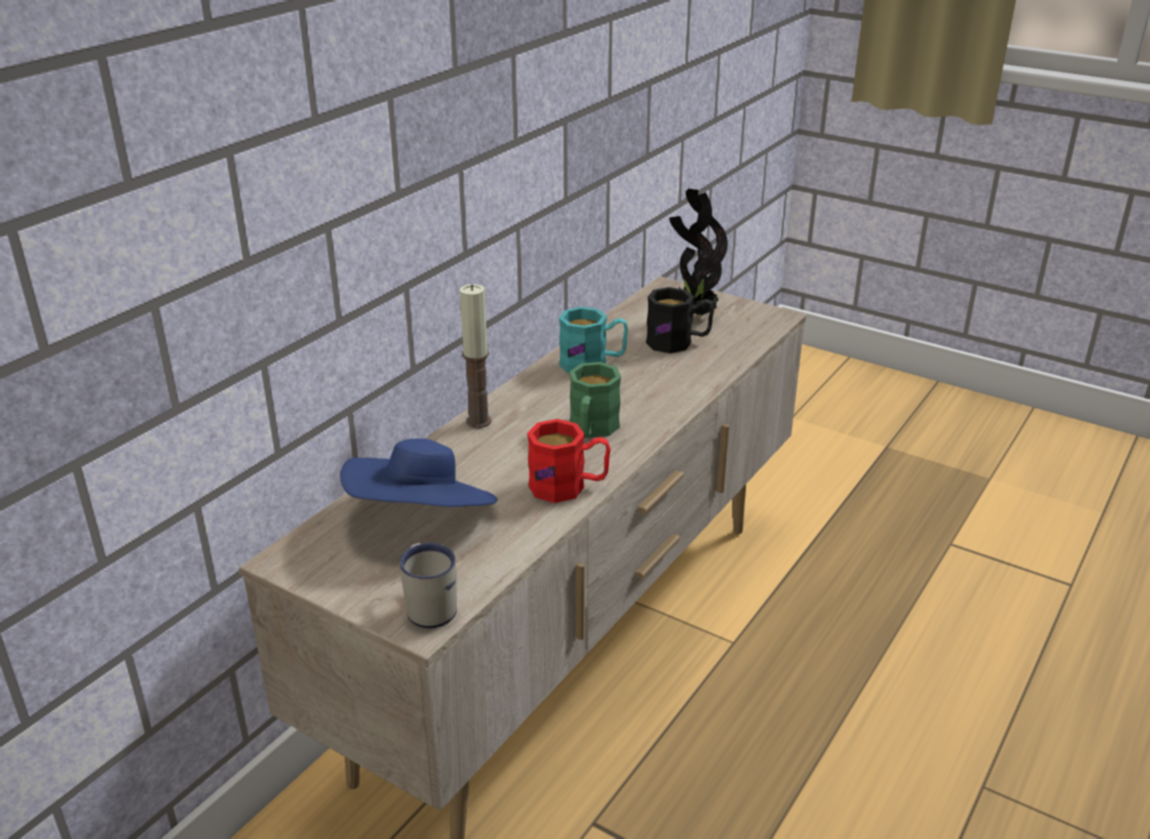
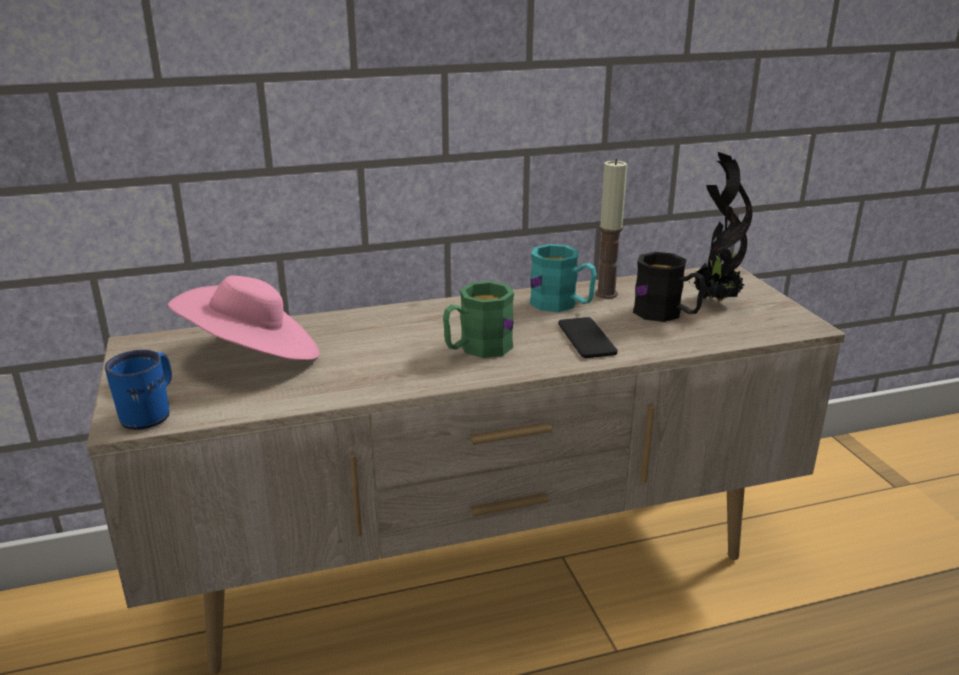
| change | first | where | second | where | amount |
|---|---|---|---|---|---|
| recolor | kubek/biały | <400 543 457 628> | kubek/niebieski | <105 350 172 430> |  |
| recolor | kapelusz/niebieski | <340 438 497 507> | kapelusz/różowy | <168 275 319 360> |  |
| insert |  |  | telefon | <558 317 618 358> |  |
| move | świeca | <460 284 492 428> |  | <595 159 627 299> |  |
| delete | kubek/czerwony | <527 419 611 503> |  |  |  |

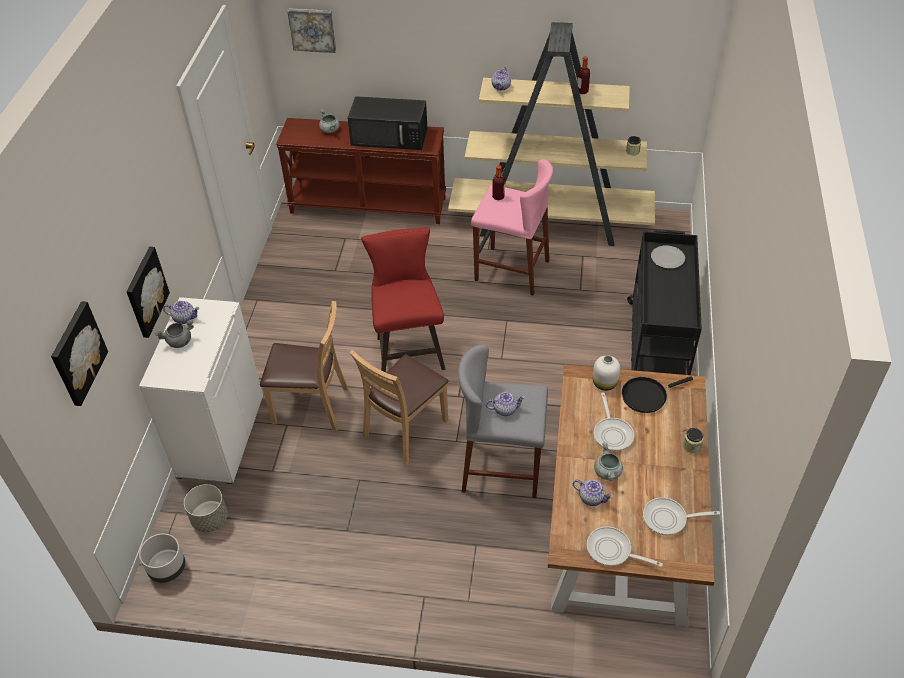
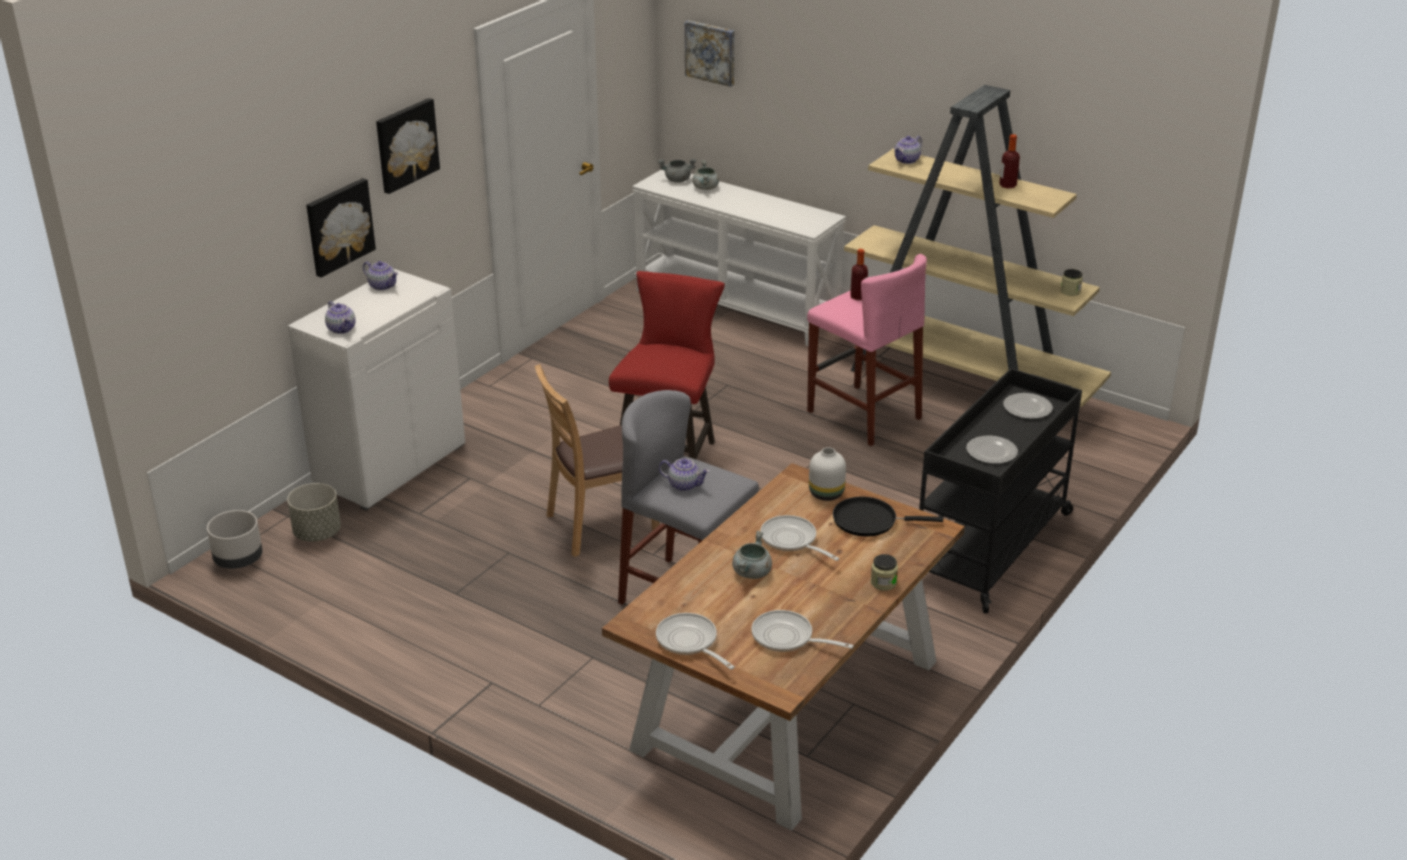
| change | first | where | second | where | amount |
|---|---|---|---|---|---|
| move | imbryk | <573 479 613 506> |  | <325 301 355 334> |  |
| move | obraz | <51 301 108 406> |  | <376 98 440 194> |  |
| recolor | stolik konsolowy/brązowy | <276 118 446 224> | stolik konsolowy/biały | <632 169 846 346> |  |
| move | garnek/szary | <155 319 194 348> |  | <658 159 696 183> |  |
| rotate | patelnia | <594 392 634 451> |  | <760 515 839 561> | 120 degrees clockwise |
| insert |  |  | talerz | <966 435 1018 464> |  |
| delete | krzesło/brązowy | <260 301 348 431> |  |  |  |
| delete | mikrofalówka/czarny | <348 96 427 150> |  |  |  |

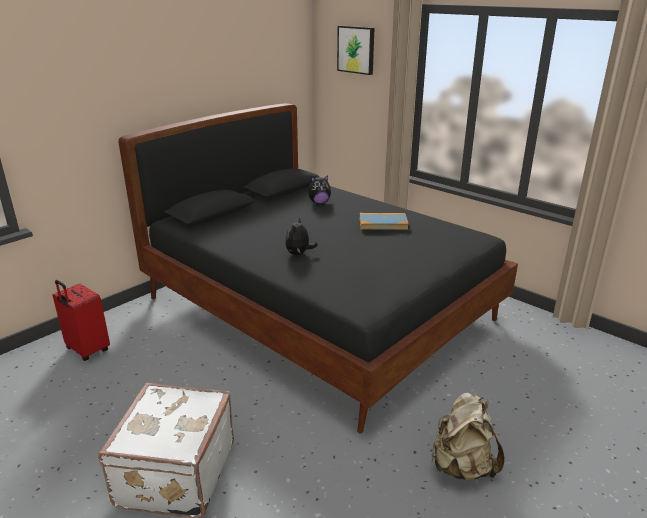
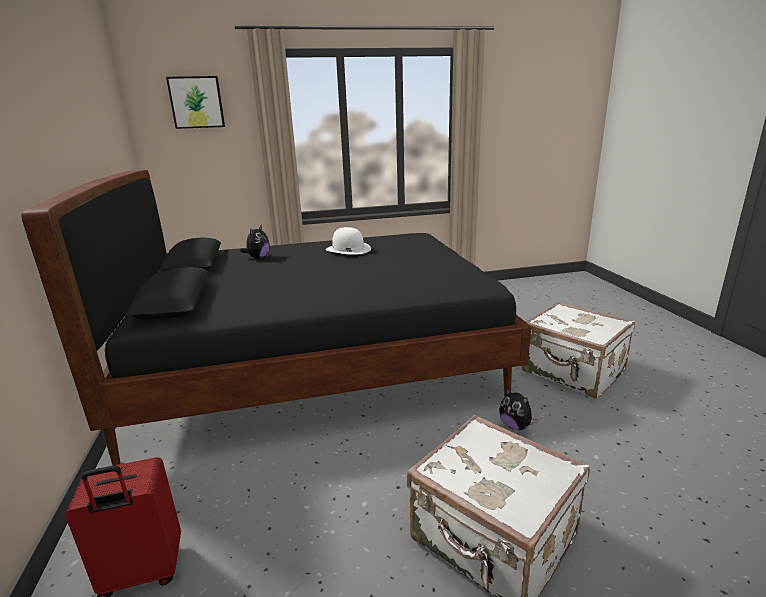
| change | first | where | second | where | amount |
|---|---|---|---|---|---|
| replace | książka | <360 213 409 230> | kapelusz/biały | <326 227 371 255> |  |
| move | pluszak | <285 218 317 255> |  | <499 387 538 430> |  |
| replace | plecak/beżowy | <431 392 505 481> | walizka/biały | <522 302 635 399> |  |

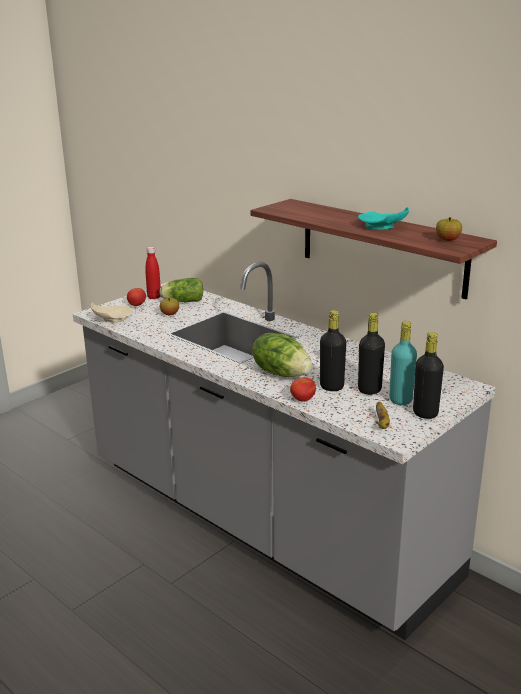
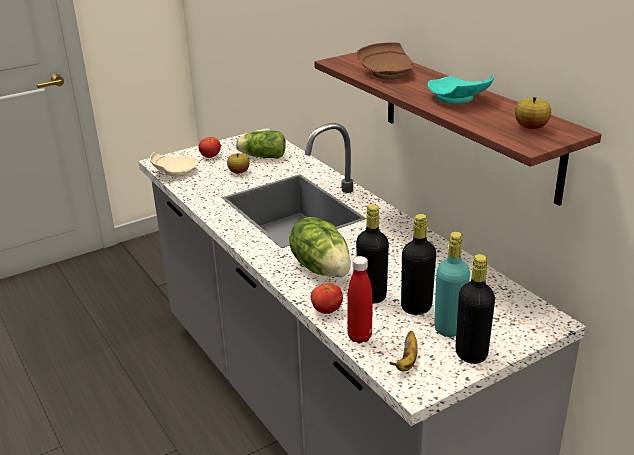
| change | first | where | second | where | amount |
|---|---|---|---|---|---|
| move | butelka/czerwony | <145 247 161 299> |  | <347 256 372 343> |  |
| insert |  |  | talerz/brązowy | <357 42 413 80> |  |

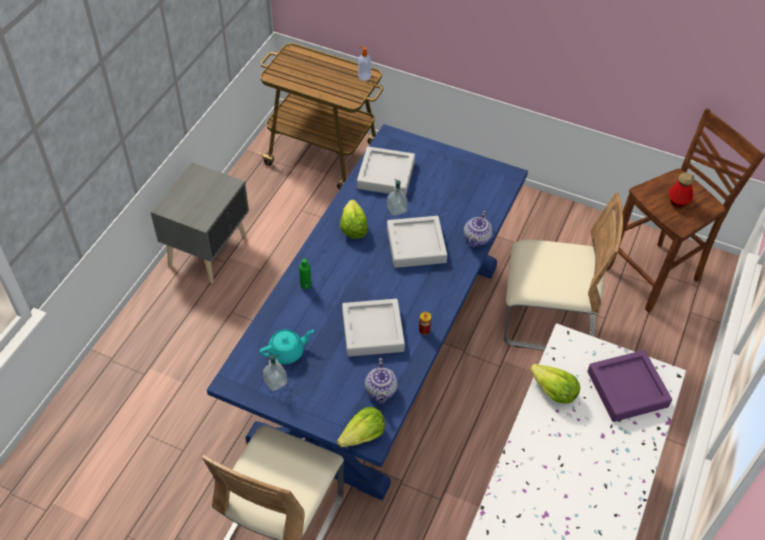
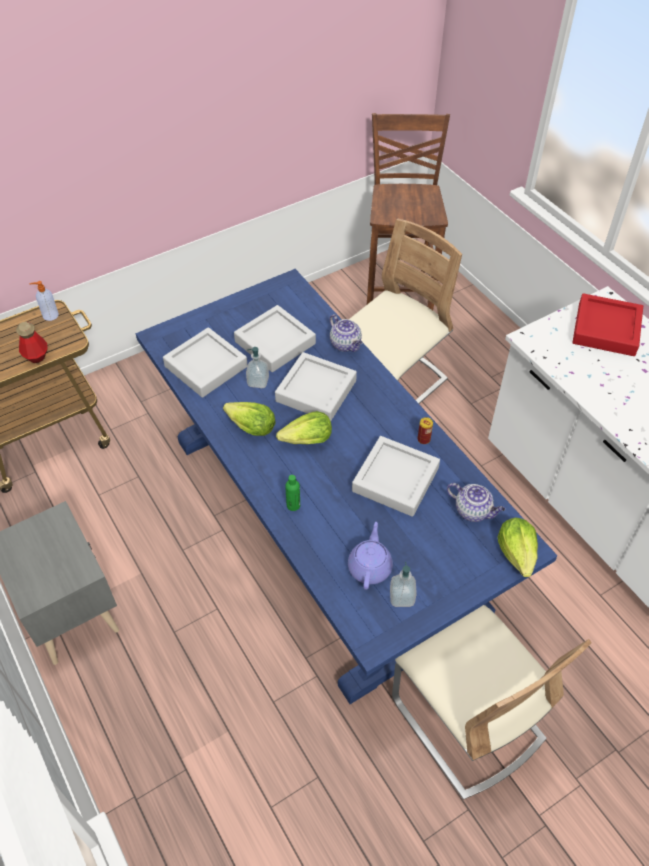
| change | first | where | second | where | amount |
|---|---|---|---|---|---|
| move | butelka | <669 172 694 208> |  | <16 322 47 363> |  |
| insert |  |  | taca/szary | <234 305 316 372> |  |
| move | sałata | <530 364 580 404> |  | <276 411 332 444> |  |
| recolor | imbryk/turkusowy | <259 329 314 364> | imbryk/fioletowy | <348 522 393 590> |  |
| recolor | taca/fioletowy | <587 350 672 422> | taca/czerwony | <572 293 643 356> |  |

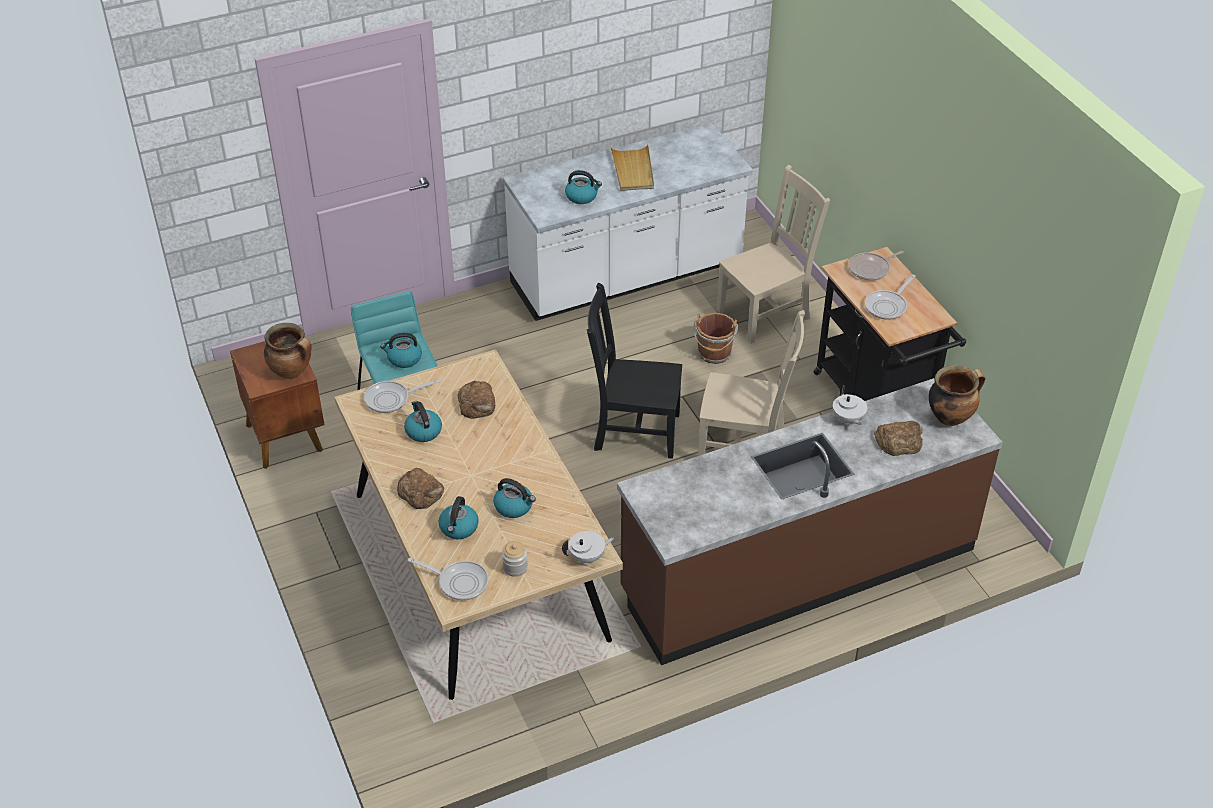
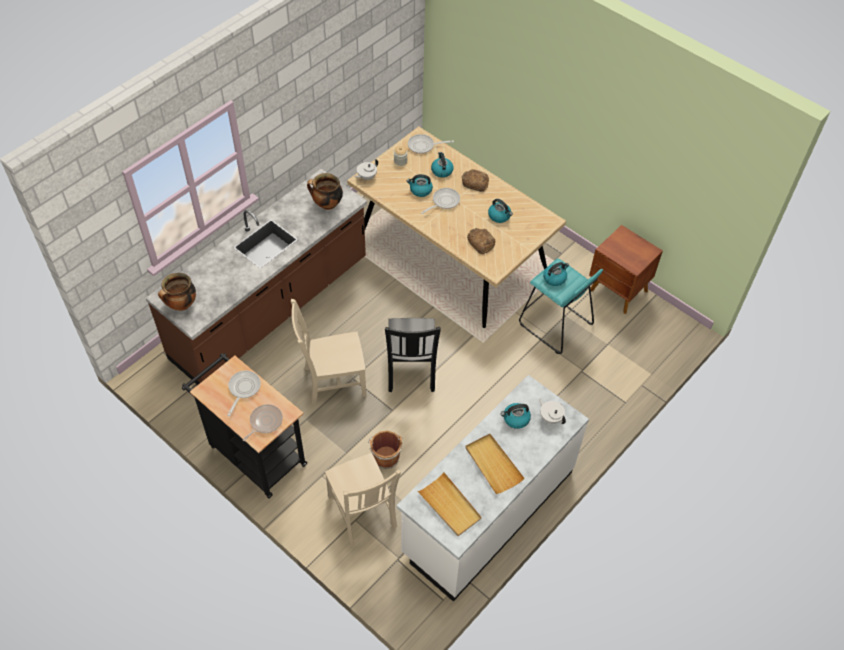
| change | first | where | second | where | amount |
|---|---|---|---|---|---|
| move | garnek | <264 323 312 379> |  | <307 173 343 210> |  |
| rotate | krzesło/beżowy | <716 165 830 344> |  | <325 453 401 546> | 60 degrees counterclockwise |
| rotate | krzesło/czarny | <587 283 682 459> |  | <385 318 441 392> | 105 degrees clockwise |
| insert |  |  | taca/beżowy | <417 472 482 536> |  |
| move | patelnia | <364 380 439 413> |  | <421 188 460 214> |  |
| move | imbryk/biały | <833 385 867 426> |  | <539 399 566 424> |  |
| delete | chleb | <874 421 923 456> |  |  |  |

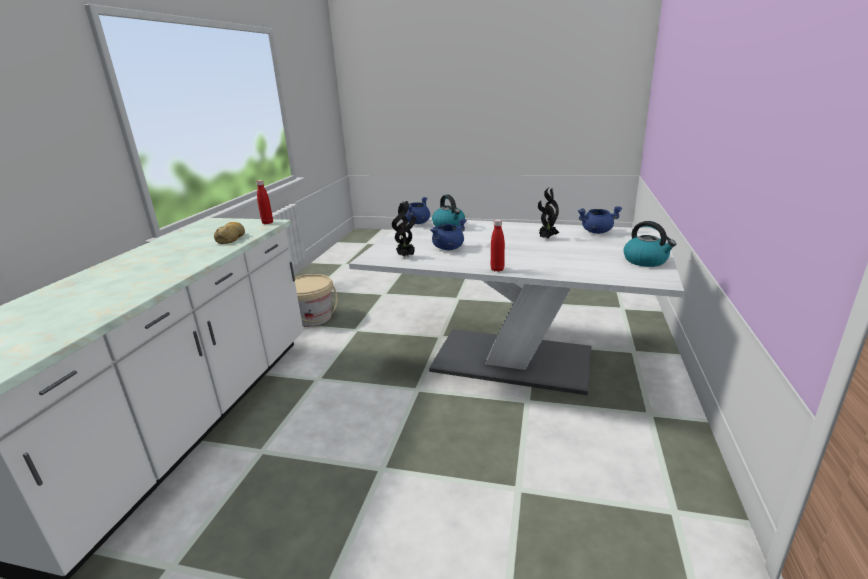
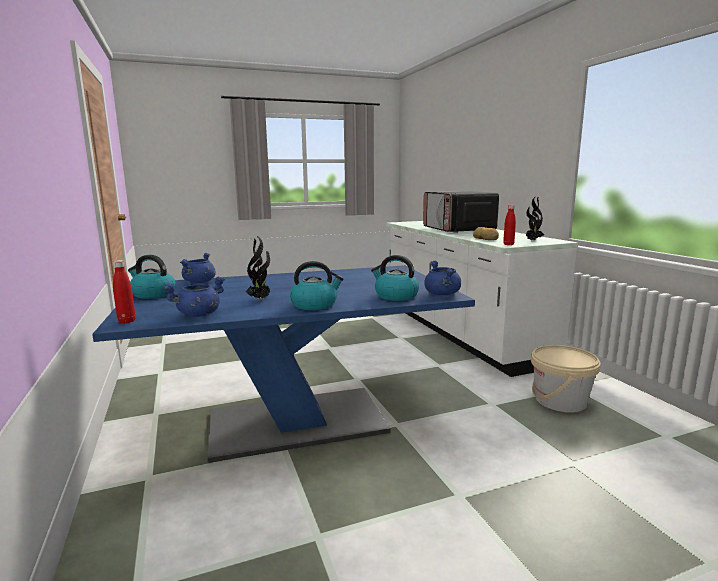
| change | first | where | second | where | amount |
|---|---|---|---|---|---|
| recolor | stół jadalny/biały | <349 218 684 395> | stół jadalny/niebieski | <92 265 475 463> |  |
| move | butelka/czerwony | <491 219 505 272> |  | <113 260 136 324> |  |
| move | garnek/niebieski | <430 219 467 250> |  | <180 253 216 283> |  |
| insert |  |  | czajnik | <290 261 344 310> |  |
| insert |  |  | mikrofalówka | <423 191 499 233> |  |
| move | roślina doniczkowa | <392 201 416 257> |  | <526 196 544 241> |  |

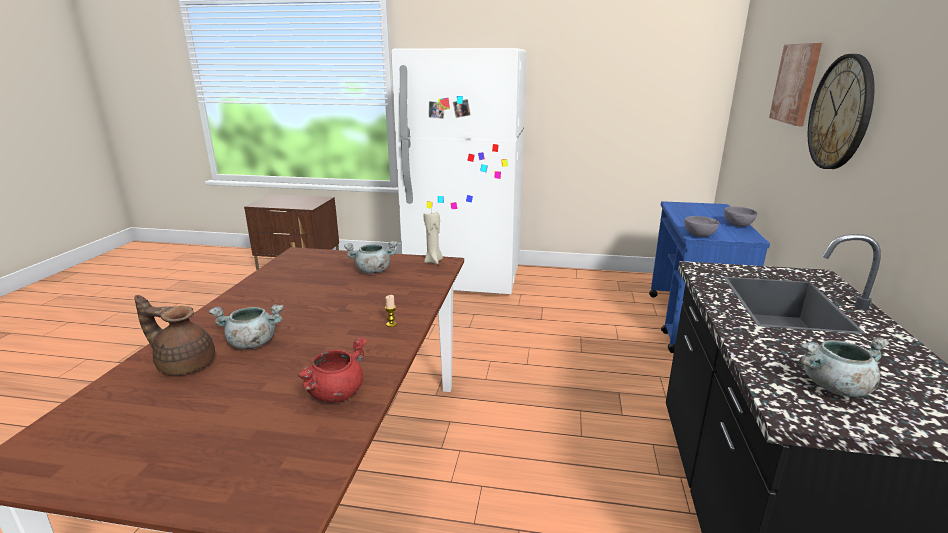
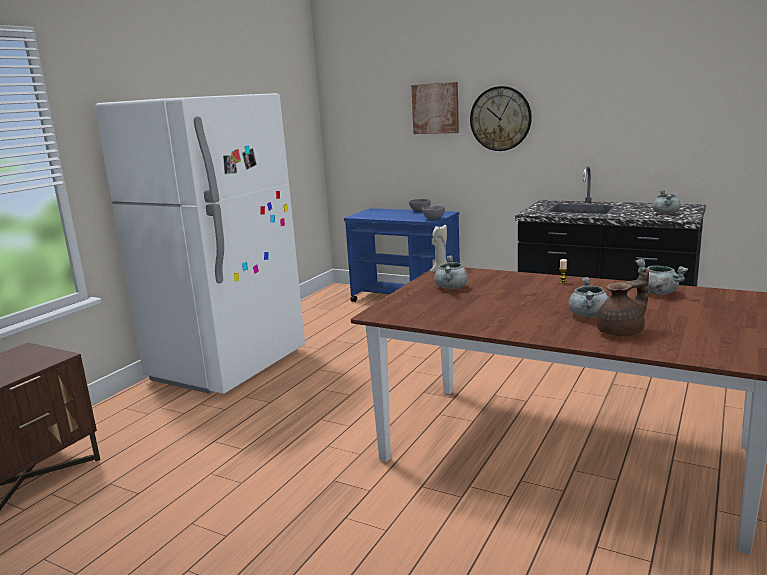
| change | first | where | second | where | amount |
|---|---|---|---|---|---|
| rotate | imbryk/brązowy | <134 295 215 375> |  | <597 268 649 336> | 150 degrees counterclockwise |
| recolor | garnek/czerwony | <298 337 367 402> | garnek/szary | <635 259 689 295> |  |

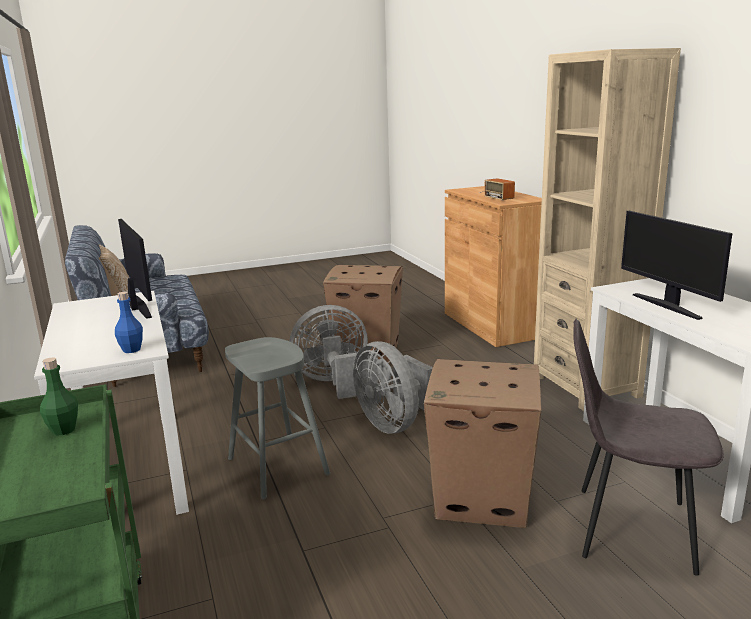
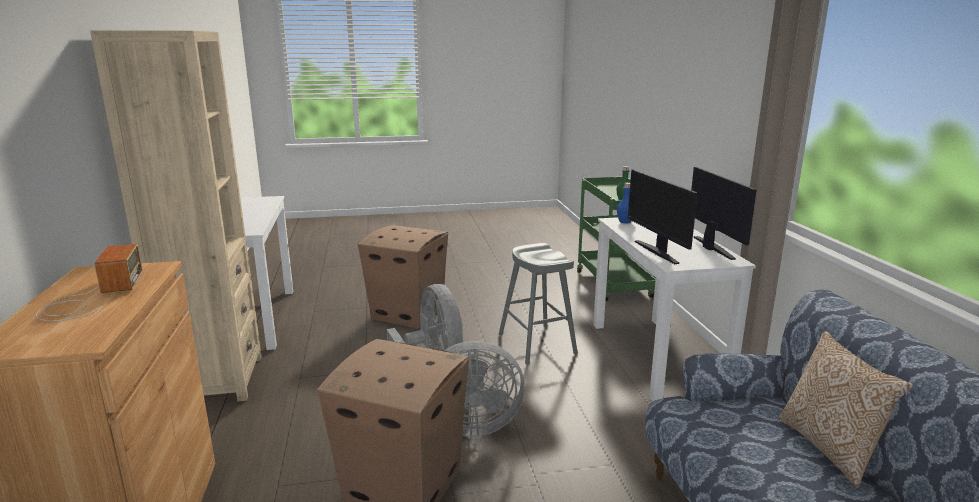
| change | first | where | second | where | amount |
|---|---|---|---|---|---|
| move | monitor | <621 211 732 320> |  | <691 167 757 260> |  |
| delete | krzesło/szary | <573 318 724 576> |  |  |  |

